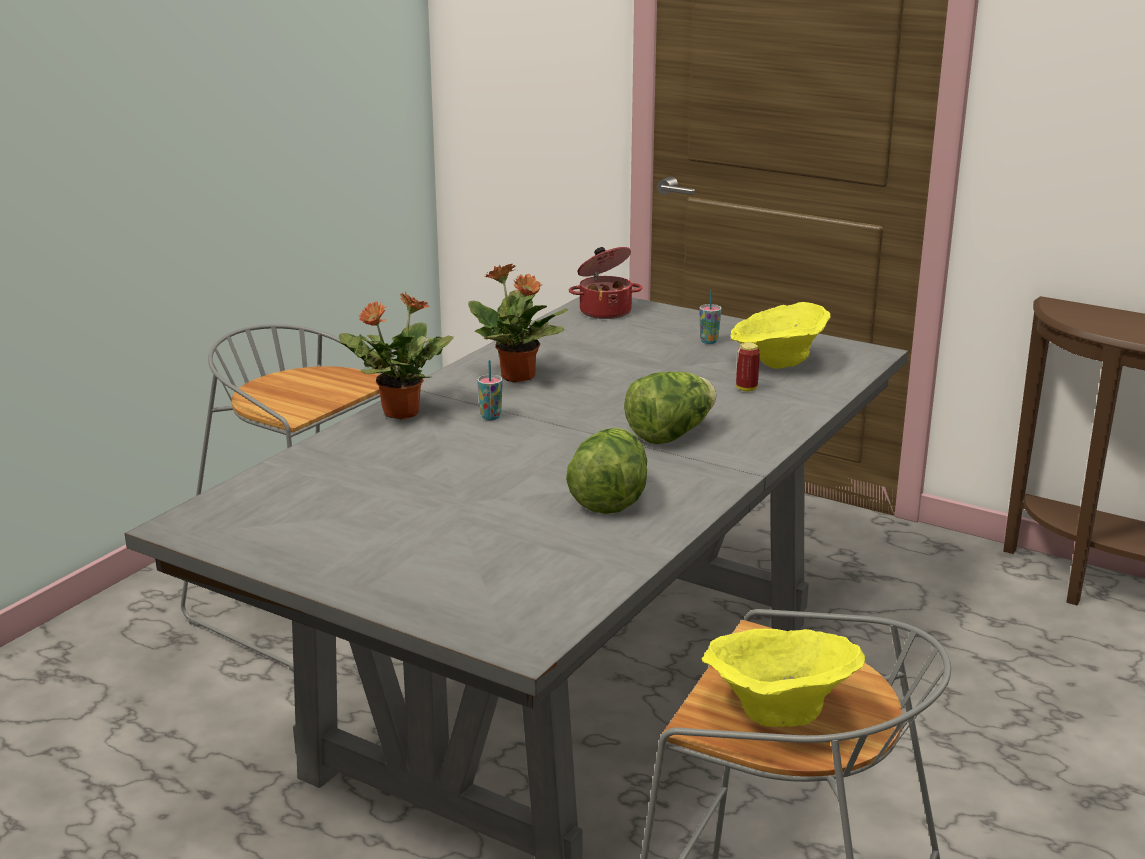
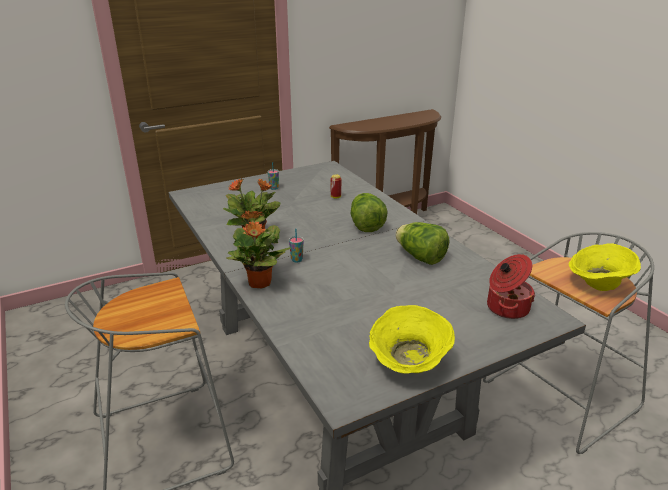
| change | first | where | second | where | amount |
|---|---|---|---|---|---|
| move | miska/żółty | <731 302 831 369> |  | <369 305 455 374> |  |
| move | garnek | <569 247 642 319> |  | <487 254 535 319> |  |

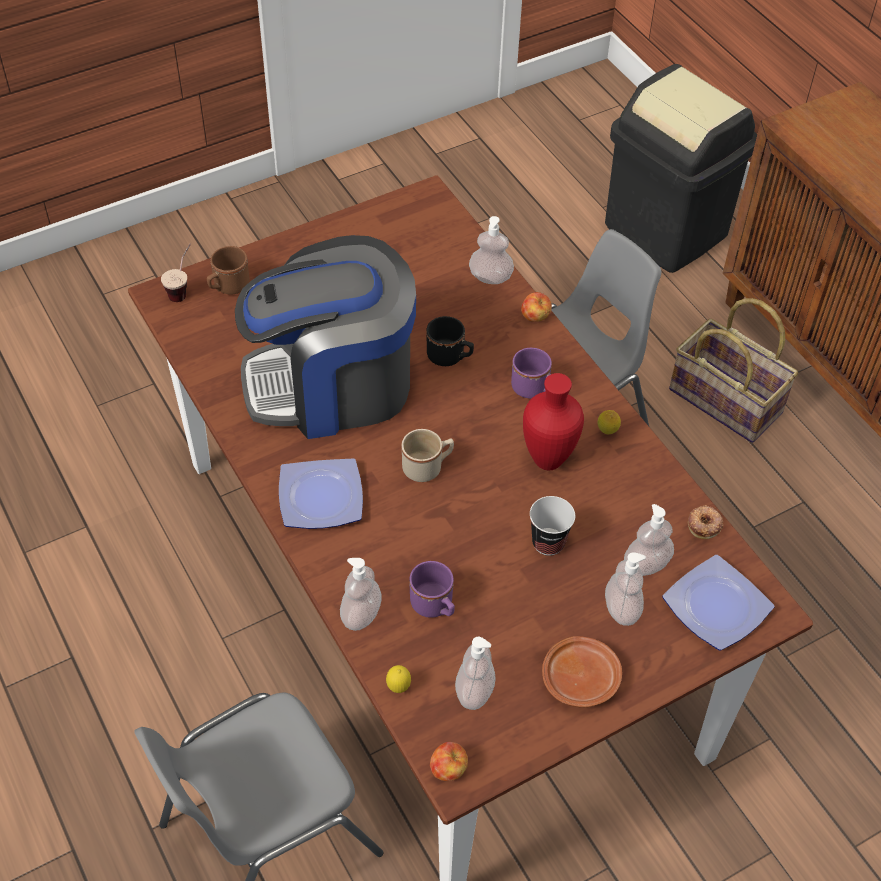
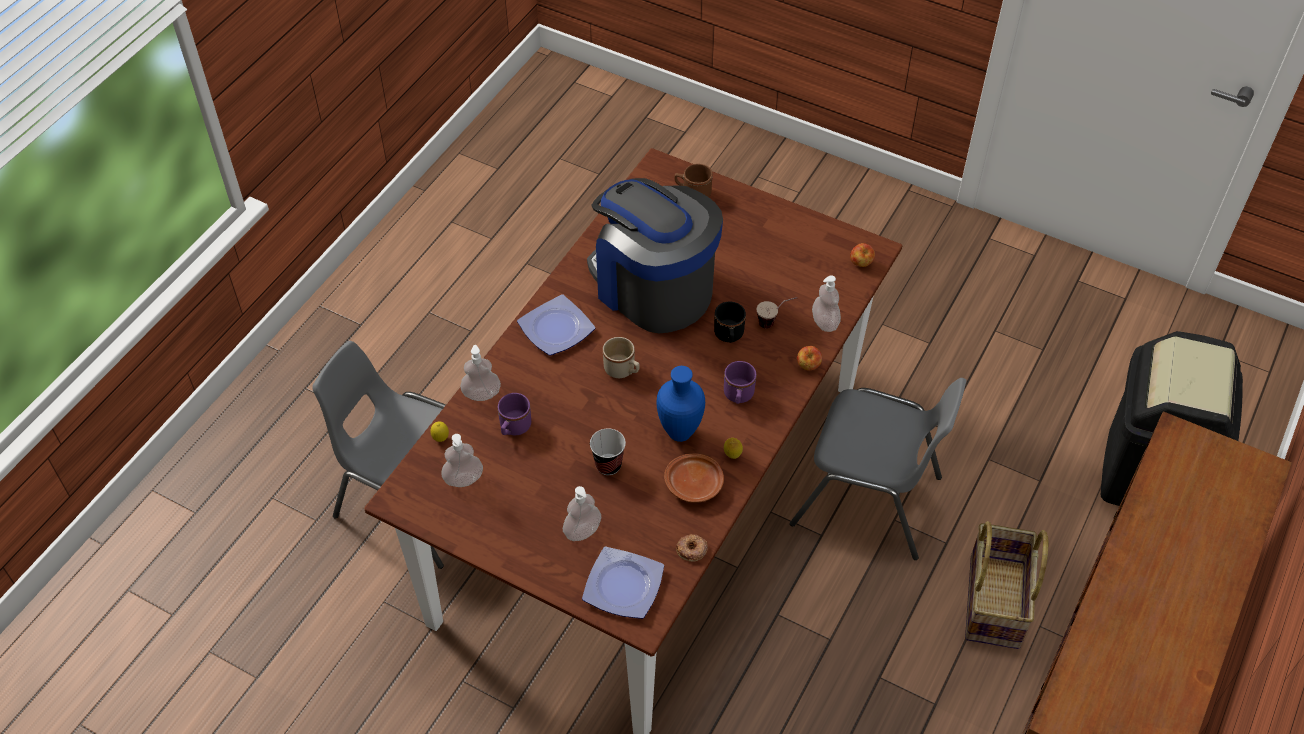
| change | first | where | second | where | amount |
|---|---|---|---|---|---|
| recolor | wazon/czerwony | <523 373 584 470> | wazon/niebieski | <656 366 705 442> |  |
| move | talerz/brązowy | <542 636 622 707> |  | <664 454 724 503> |  |
| move | filiżanka | <161 244 191 302> |  | <757 297 797 329> |  |
| move | jabłko | <430 742 468 781> |  | <850 243 875 267> |  |
| delete | dozownik mydła | <624 504 674 576> |  |  |  |

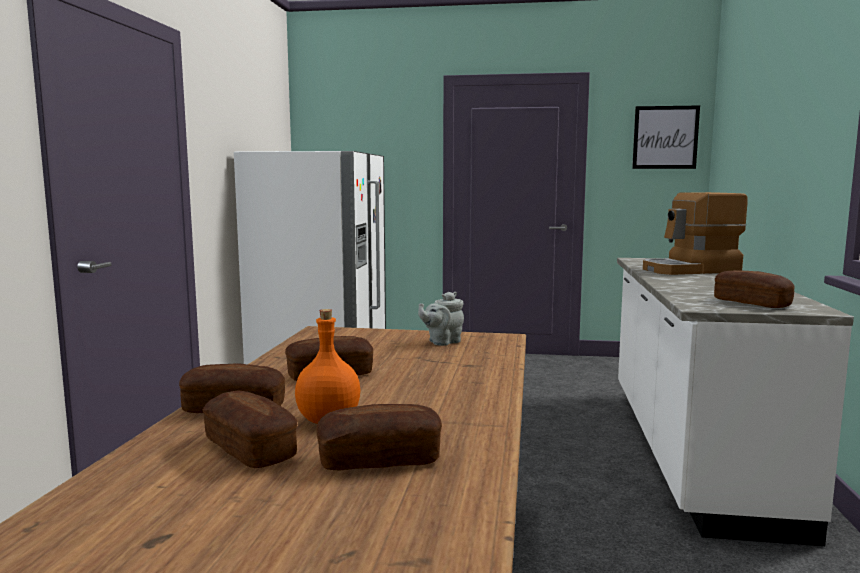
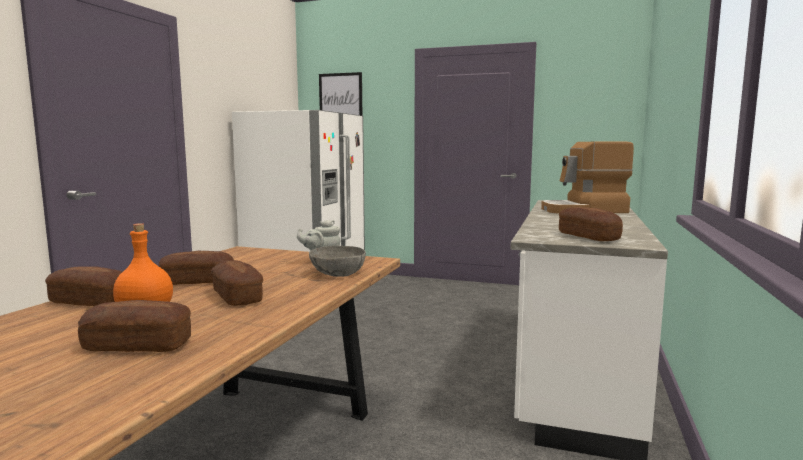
| change | first | where | second | where | amount |
|---|---|---|---|---|---|
| move | chleb | <202 390 297 468> |  | <211 260 263 306> |  |
| insert |  |  | miska/szary | <309 246 366 277> |  |
| move | obraz | <632 106 700 169> |  | <319 72 362 116> |  |

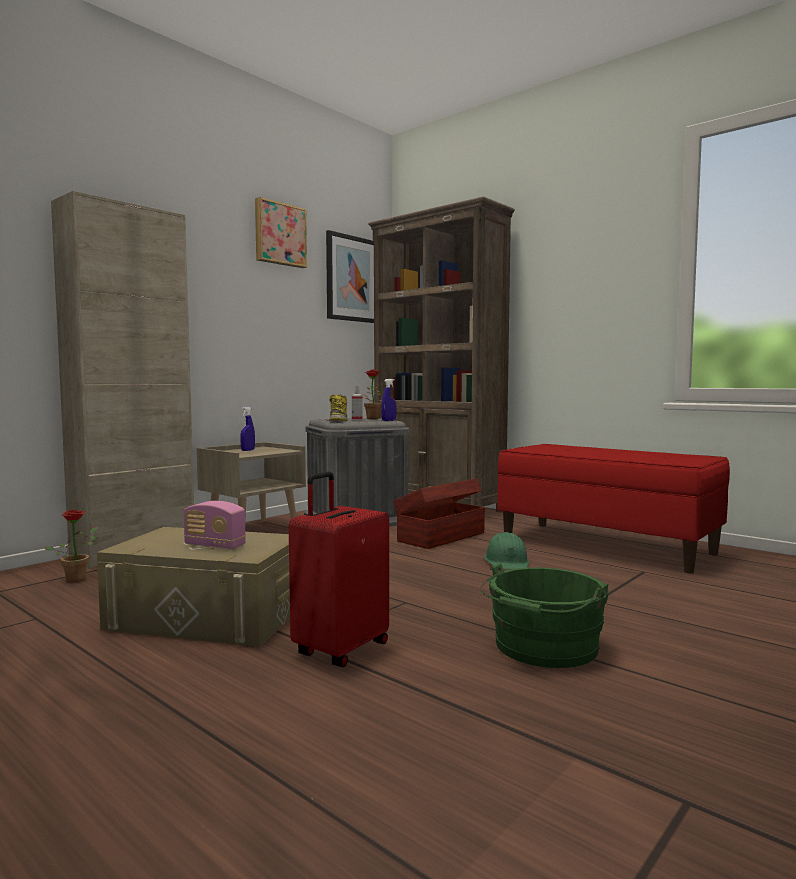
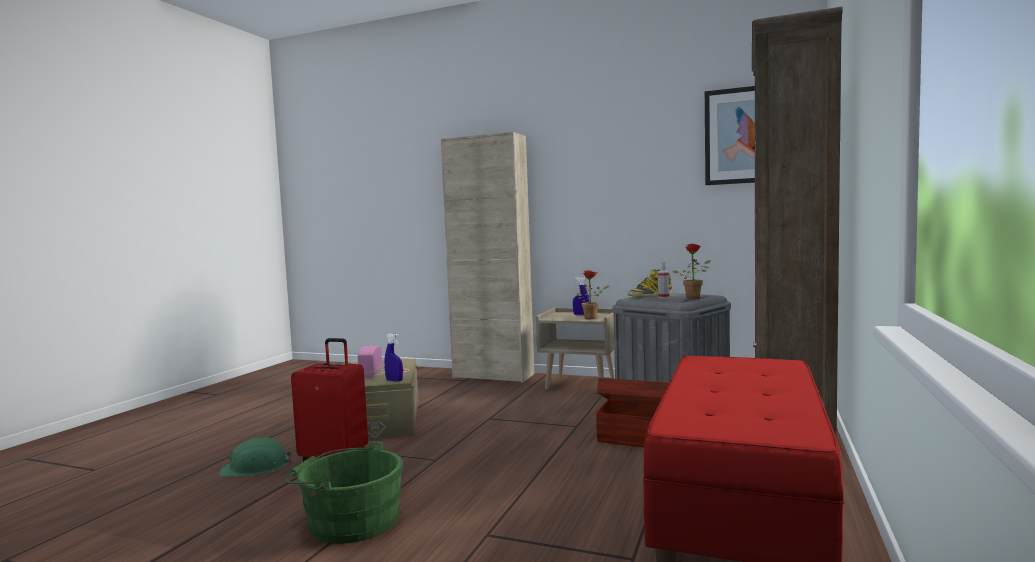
| change | first | where | second | where | amount |
|---|---|---|---|---|---|
| move | kask/zielony | <484 532 529 569> |  | <219 437 292 477> |  |
| move | spryskiwacz/niebieski | <381 379 397 421> |  | <384 334 403 382> |  |
| move | roślina doniczkowa | <44 510 98 582> |  | <577 270 610 319> |  |
| delete | obraz | <255 197 307 268> |  |  |  |

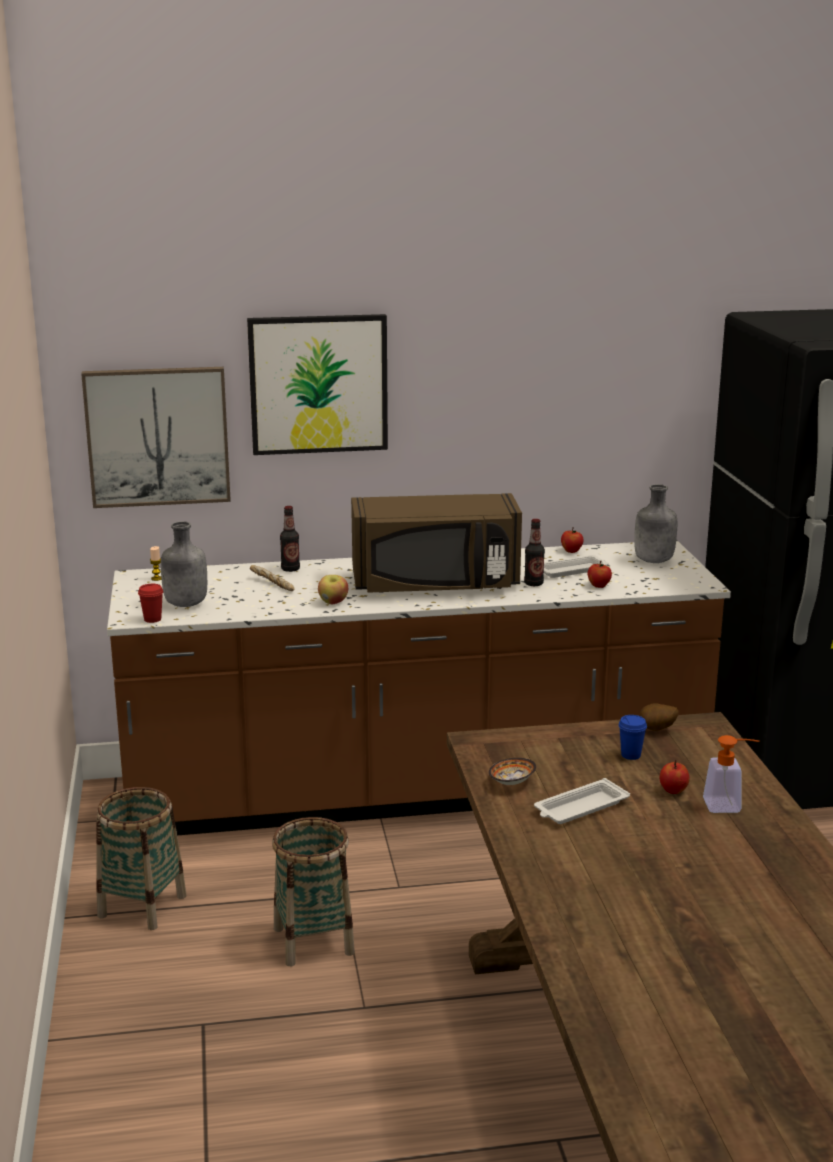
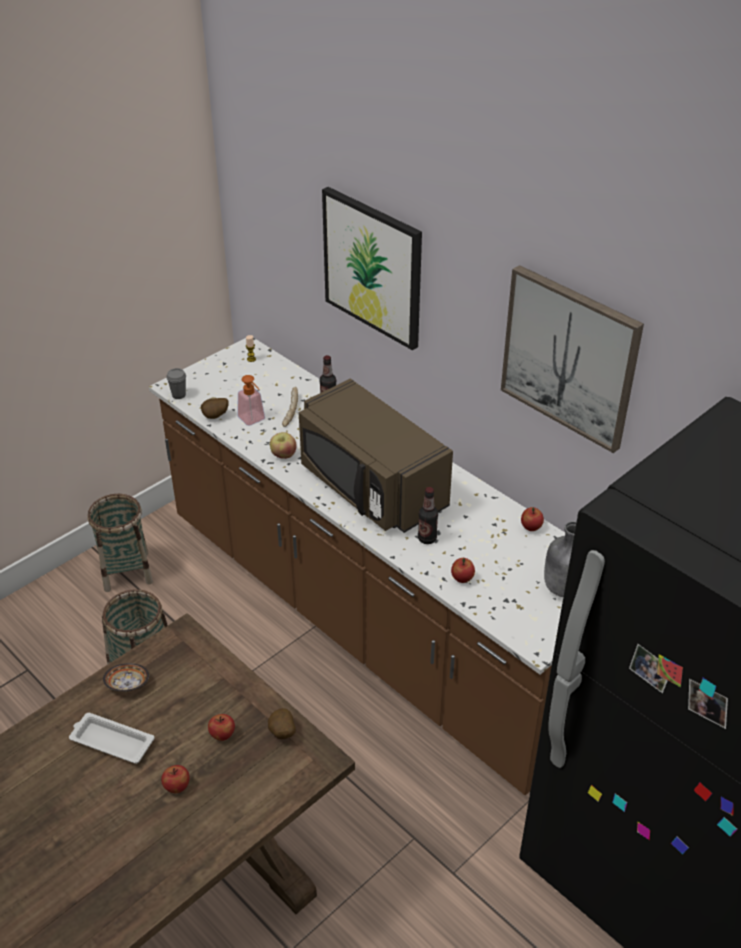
| change | first | where | second | where | amount |
|---|---|---|---|---|---|
| recolor | filiżanka/czerwony | <138 584 163 623> | filiżanka/szary | <166 368 186 399> |  |
| insert |  |  | ziemniak | <201 398 229 419> |  |
| replace | filiżanka/niebieski | <619 715 647 760> | jabłko | <208 714 235 741> |  |
| move | dozownik mydła | <703 735 760 813> |  | <237 375 265 426> |  |
| move | obraz | <81 367 231 508> |  | <501 265 644 453> |  |
| delete | butelka/szary | <161 521 207 607> |  |  |  |
| delete | taca/biały | <544 555 609 578> |  |  |  |

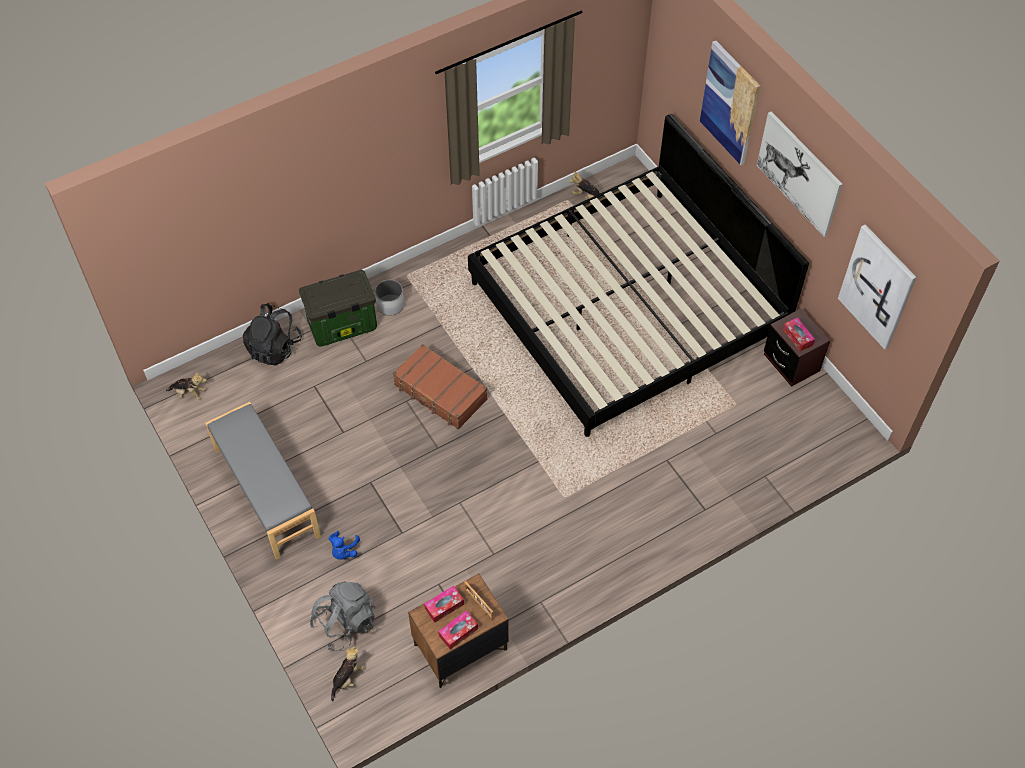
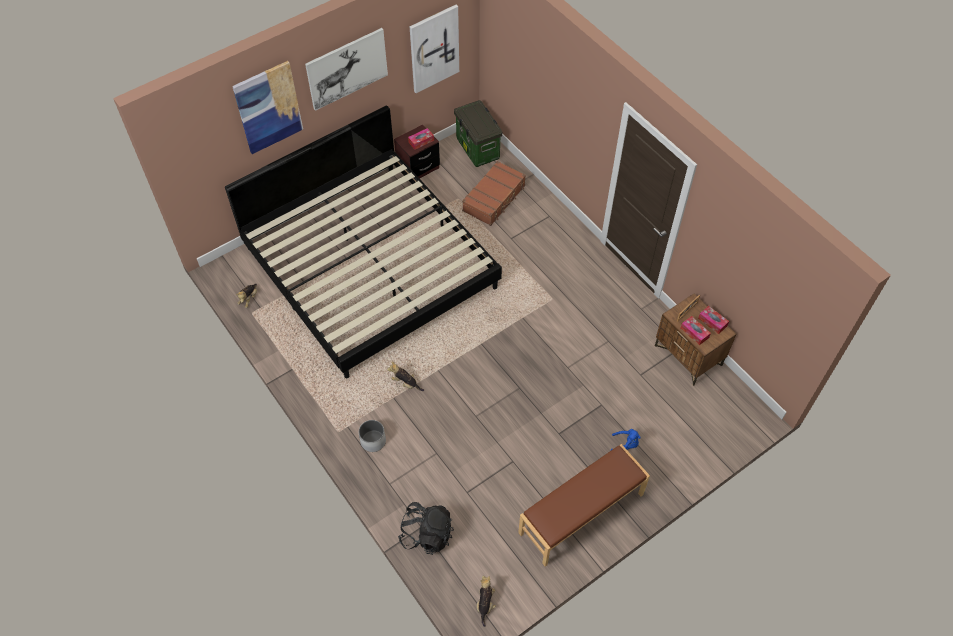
| change | first | where | second | where | amount |
|---|---|---|---|---|---|
| move | pluszak | <331 646 364 701> |  | <387 361 424 391> |  |
| move | pojemnik do przechowywania | <299 270 377 346> |  | <454 100 502 167> |  |
| move | walizka/brązowy | <393 344 488 429> |  | <462 161 526 226> |  |
| recolor | ławka/szary | <205 402 321 560> | ławka/brązowy | <518 444 650 567> |  |
| delete | plecak/szary | <310 581 375 652> |  |  |  |

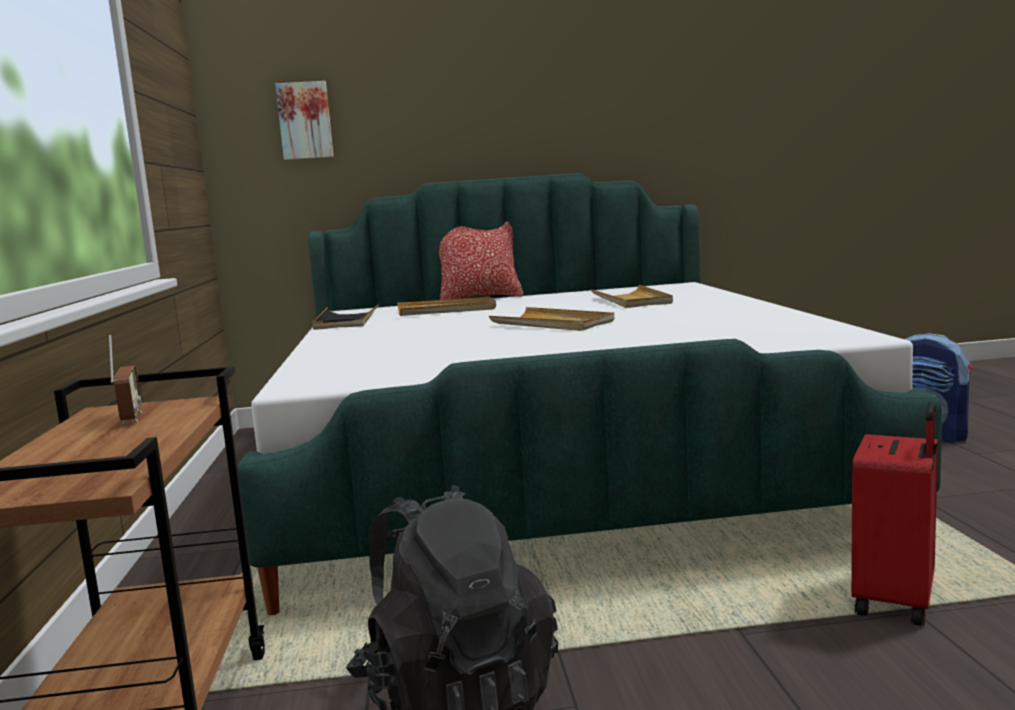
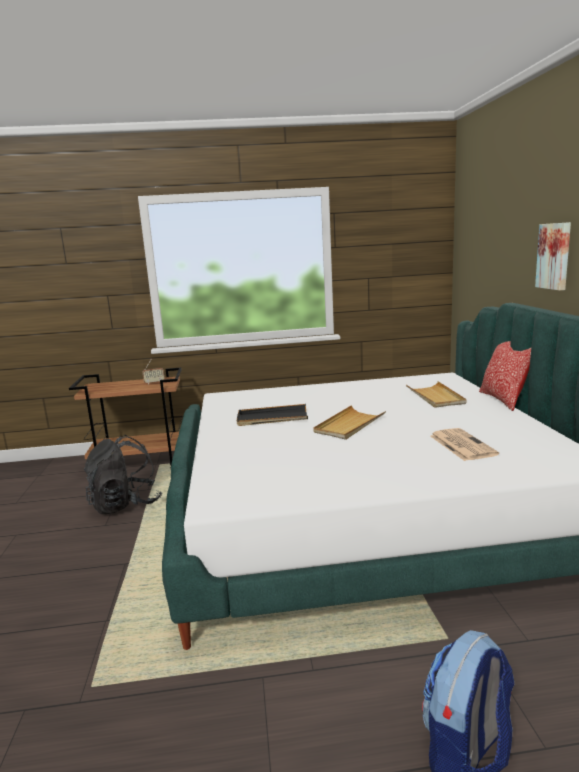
| change | first | where | second | where | amount |
|---|---|---|---|---|---|
| move | taca/czarny | <312 304 379 330> |  | <237 404 308 426> |  |
| replace | taca/beżowy | <591 285 673 308> | gazeta | <430 428 499 461> |  |
| move | obraz | <275 81 334 160> |  | <535 222 571 291> |  |
| delete | walizka/czerwony | <851 402 938 626> |  |  |  |

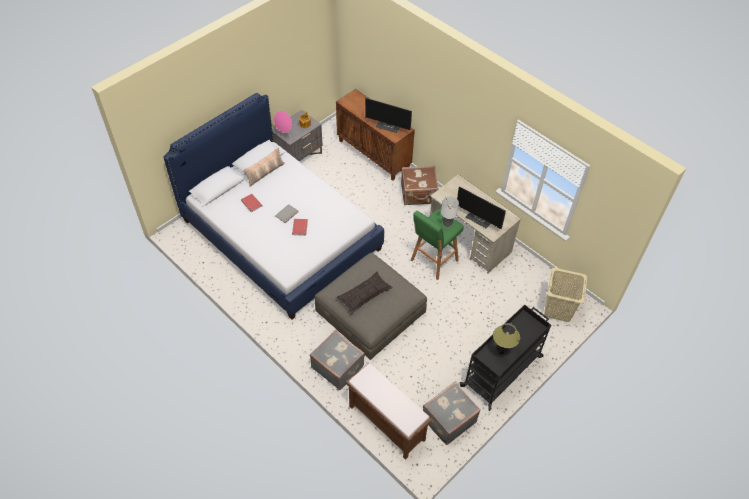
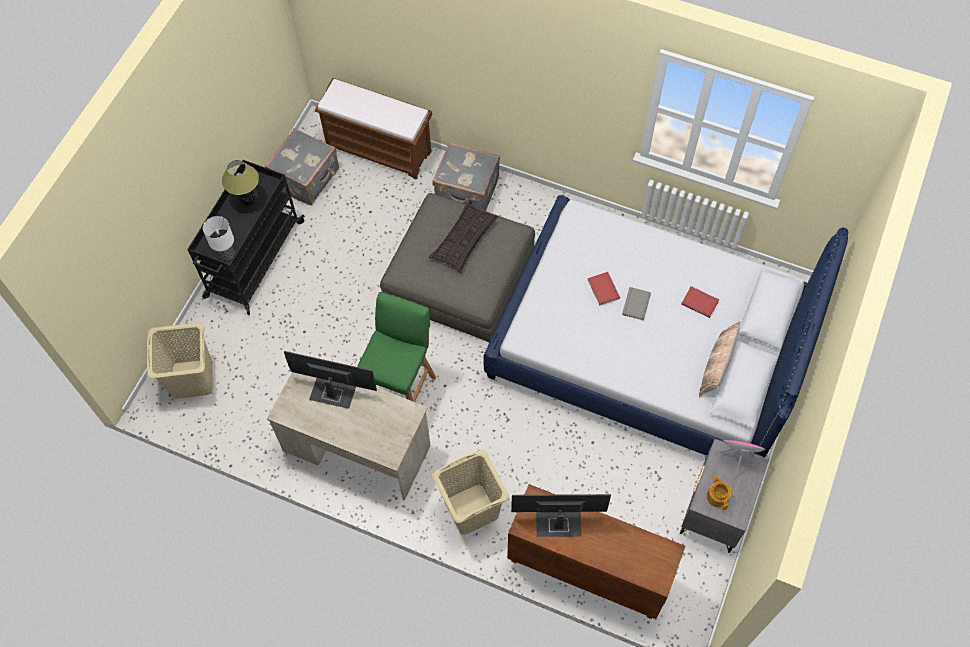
| change | first | where | second | where | amount |
|---|---|---|---|---|---|
| move | lampa stołowa | <441 196 459 227> |  | <203 216 234 260> |  |
| replace | walizka/brązowy | <401 166 439 205> | kosz na pranie/beżowy | <433 450 509 535> |  |

